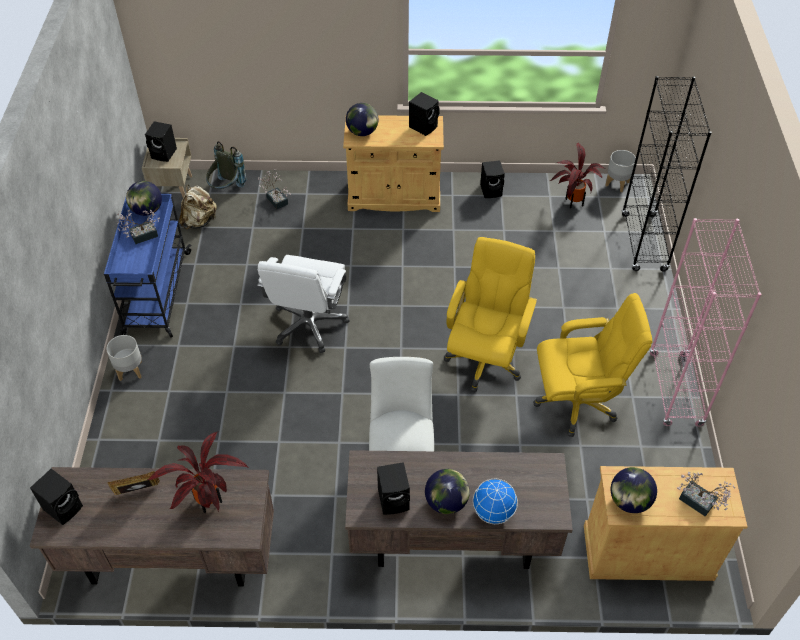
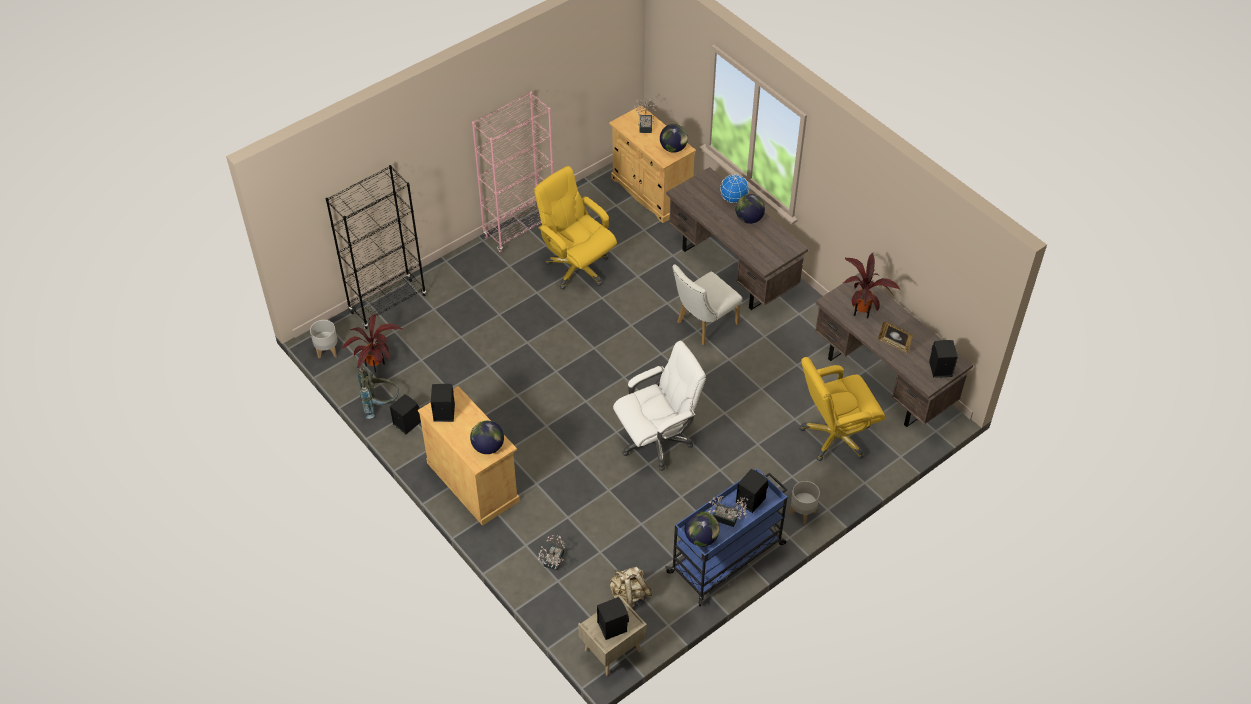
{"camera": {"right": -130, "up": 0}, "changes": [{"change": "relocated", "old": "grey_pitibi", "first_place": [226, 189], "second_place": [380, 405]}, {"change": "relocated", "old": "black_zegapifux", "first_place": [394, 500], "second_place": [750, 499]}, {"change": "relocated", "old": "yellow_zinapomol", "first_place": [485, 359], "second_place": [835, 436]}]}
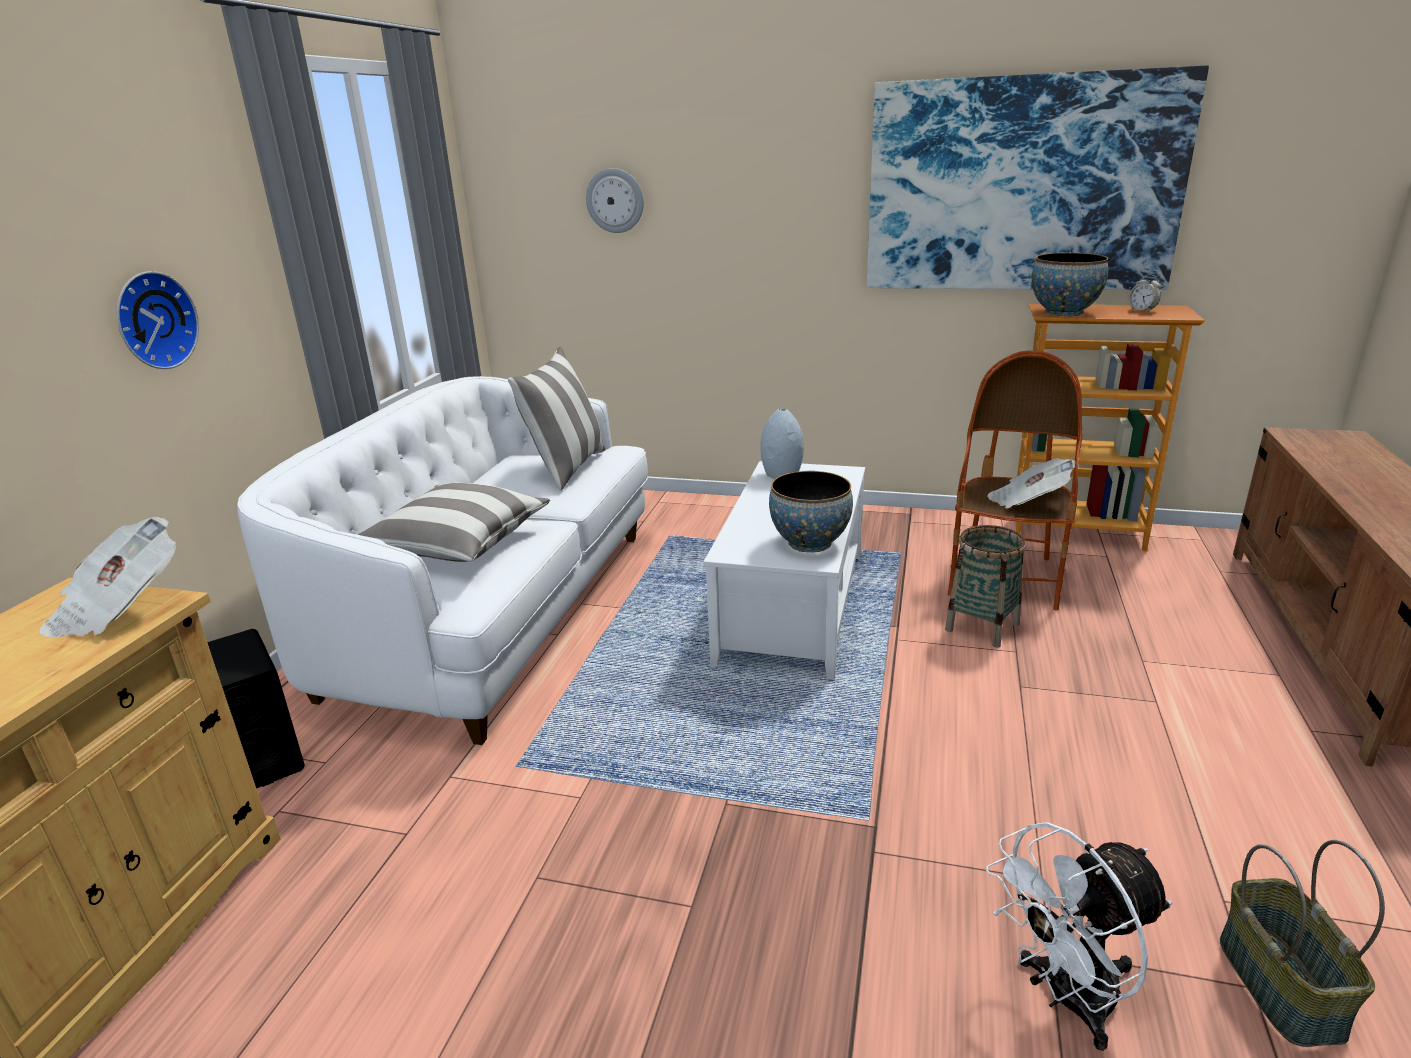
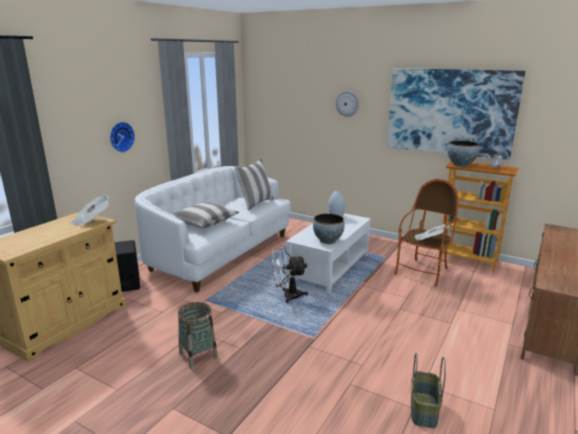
{"camera": {"right": 15, "up": -5}, "changes": [{"change": "relocated", "old": "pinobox", "first_place": [615, 200], "second_place": [347, 103]}, {"change": "relocated", "old": "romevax", "first_place": [982, 627], "second_place": [198, 355]}, {"change": "relocated", "old": "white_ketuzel", "first_place": [1066, 998], "second_place": [287, 296]}]}
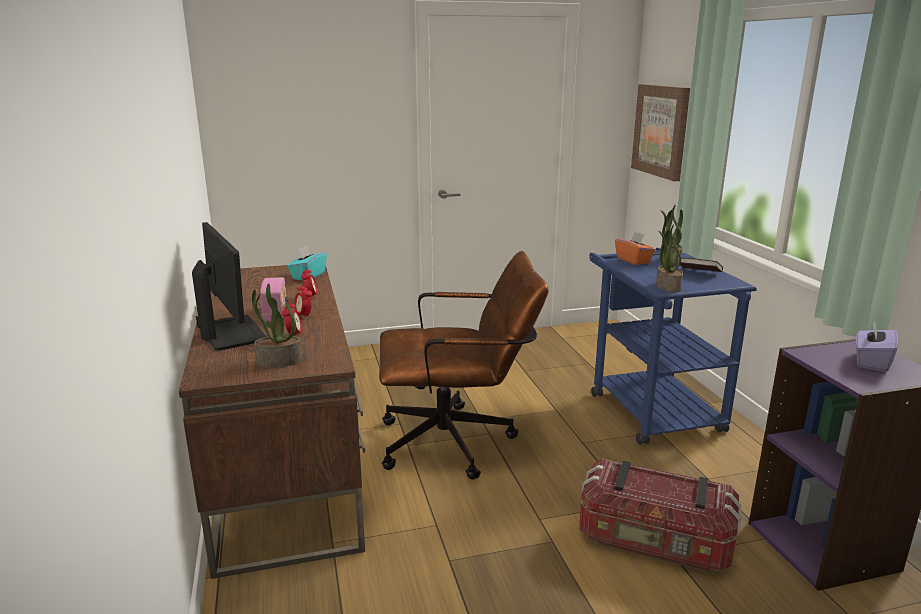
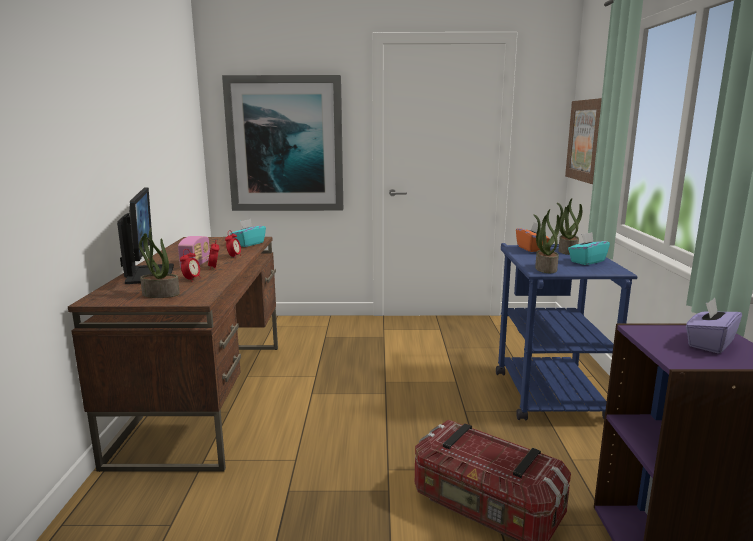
{"camera": {"right": 15, "up": -5}, "changes": [{"change": "missing", "old": "brown_zinapomol", "first_place": [458, 442]}, {"change": "exchanged", "old": "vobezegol", "new": "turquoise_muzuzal", "first_place": [699, 273], "second_place": [587, 261]}, {"change": "appeared", "new": "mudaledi", "second_place": [286, 144]}]}
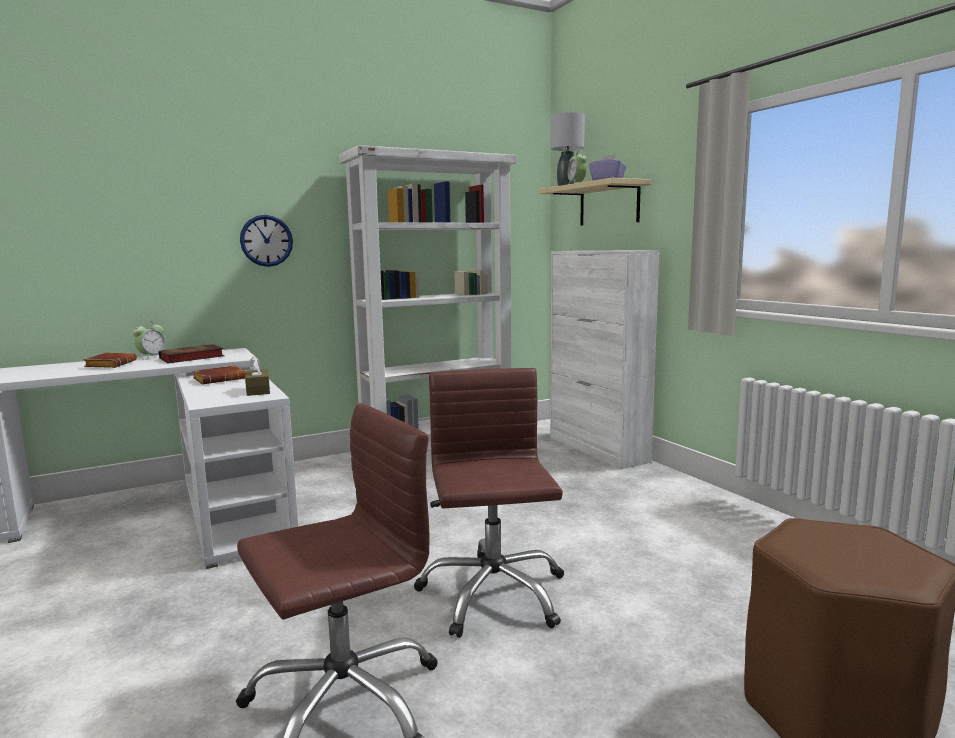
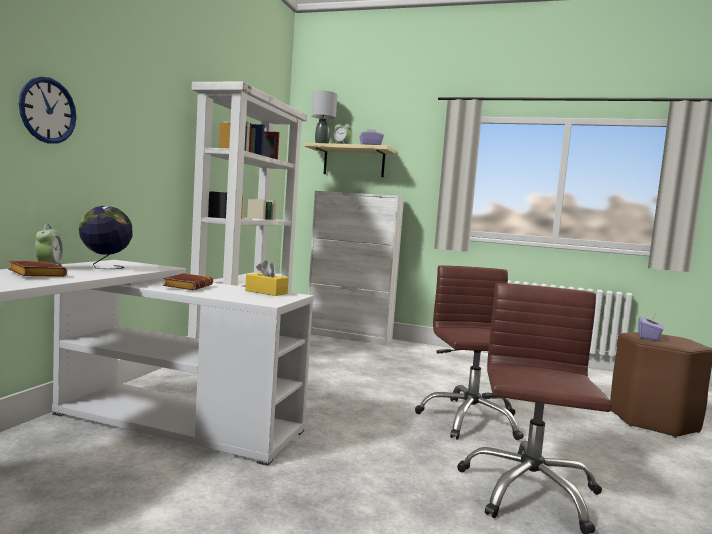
{"camera": {"right": -45, "up": -5}, "changes": [{"change": "exchanged", "old": "vobezegol", "new": "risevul", "first_place": [190, 358], "second_place": [105, 268]}, {"change": "relocated", "old": "pinobox", "first_place": [266, 240], "second_place": [48, 110]}, {"change": "colour", "old": "brown_muzuzal", "new": "yellow_muzuzal", "first_place": [258, 390], "second_place": [266, 292]}, {"change": "spun", "old": "brown_zinapomol", "first_place": [492, 594], "second_place": [469, 420], "degrees": 45}, {"change": "appeared", "new": "purple_muzuzal", "second_place": [648, 338]}]}
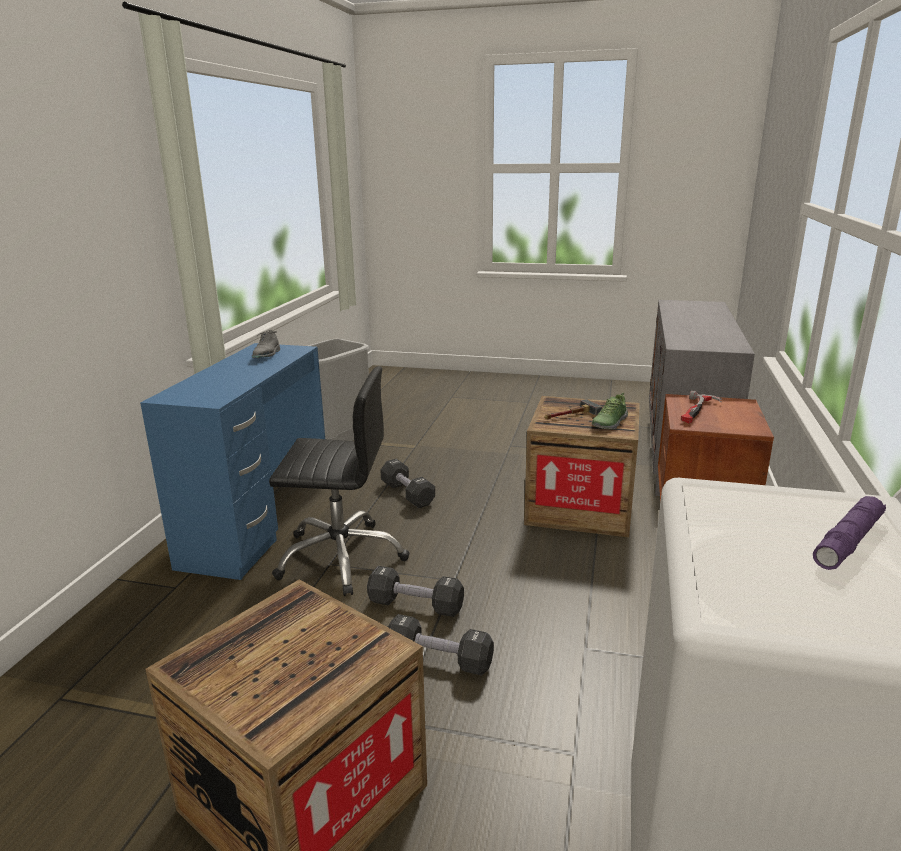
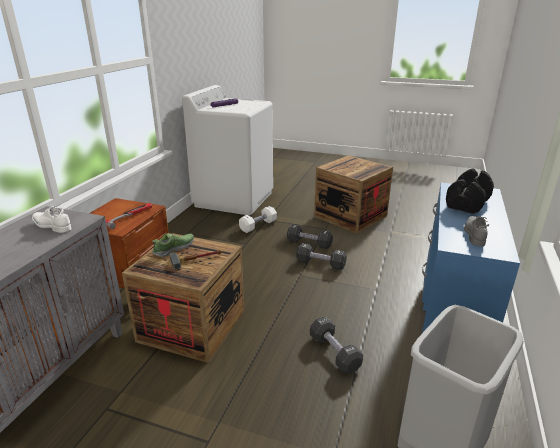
{"camera": {"right": -175, "up": 5}, "changes": [{"change": "missing", "old": "black_zinapomol", "first_place": [341, 557]}, {"change": "appeared", "new": "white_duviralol", "second_place": [51, 226]}, {"change": "appeared", "new": "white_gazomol", "second_place": [258, 226]}, {"change": "appeared", "new": "black_gazomol", "second_place": [467, 203]}]}
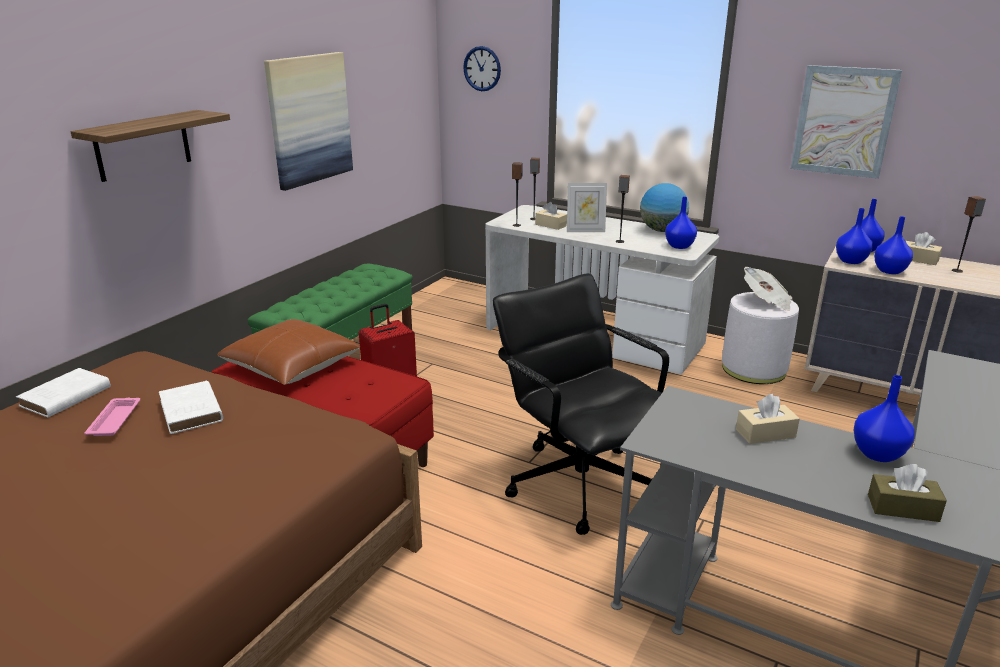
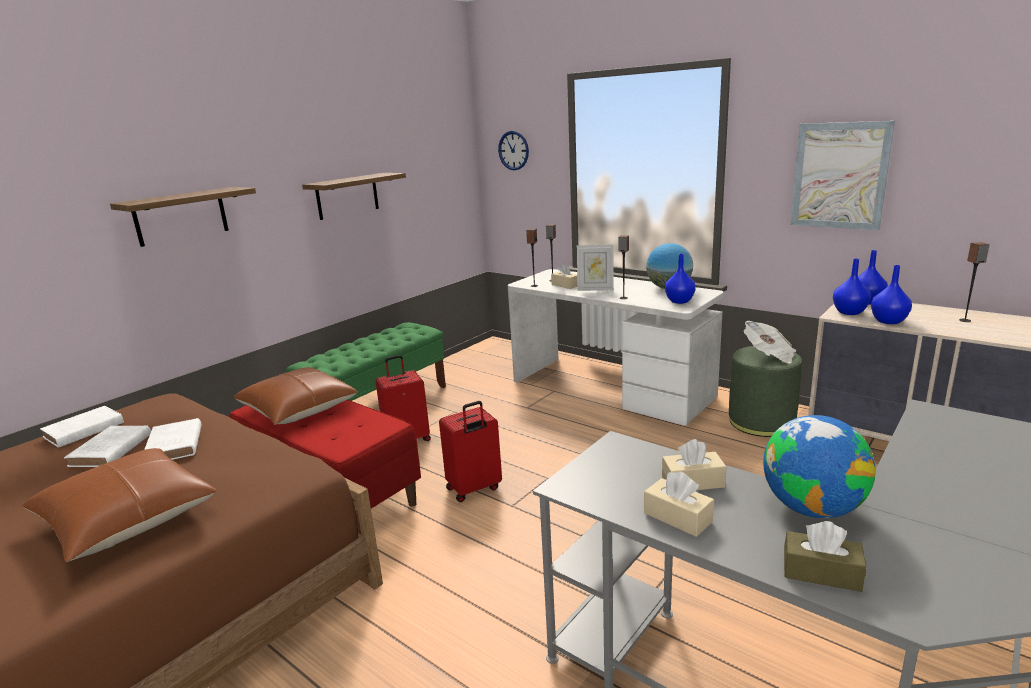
{"camera": {"right": 10, "up": -5}, "changes": [{"change": "exchanged", "old": "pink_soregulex", "new": "white_vobezegol", "first_place": [115, 420], "second_place": [109, 451]}, {"change": "exchanged", "old": "mudaledi", "new": "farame", "first_place": [309, 119], "second_place": [347, 196]}, {"change": "missing", "old": "black_zinapomol", "first_place": [580, 483]}, {"change": "colour", "old": "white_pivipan", "new": "green_pivipan", "first_place": [753, 369], "second_place": [761, 422]}, {"change": "exchanged", "old": "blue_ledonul", "new": "risevul", "first_place": [877, 453], "second_place": [812, 508]}, {"change": "relocated", "old": "beige_muzuzal", "first_place": [919, 259], "second_place": [677, 517]}, {"change": "appeared", "new": "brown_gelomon", "second_place": [127, 519]}, {"change": "appeared", "new": "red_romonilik", "second_place": [474, 489]}]}
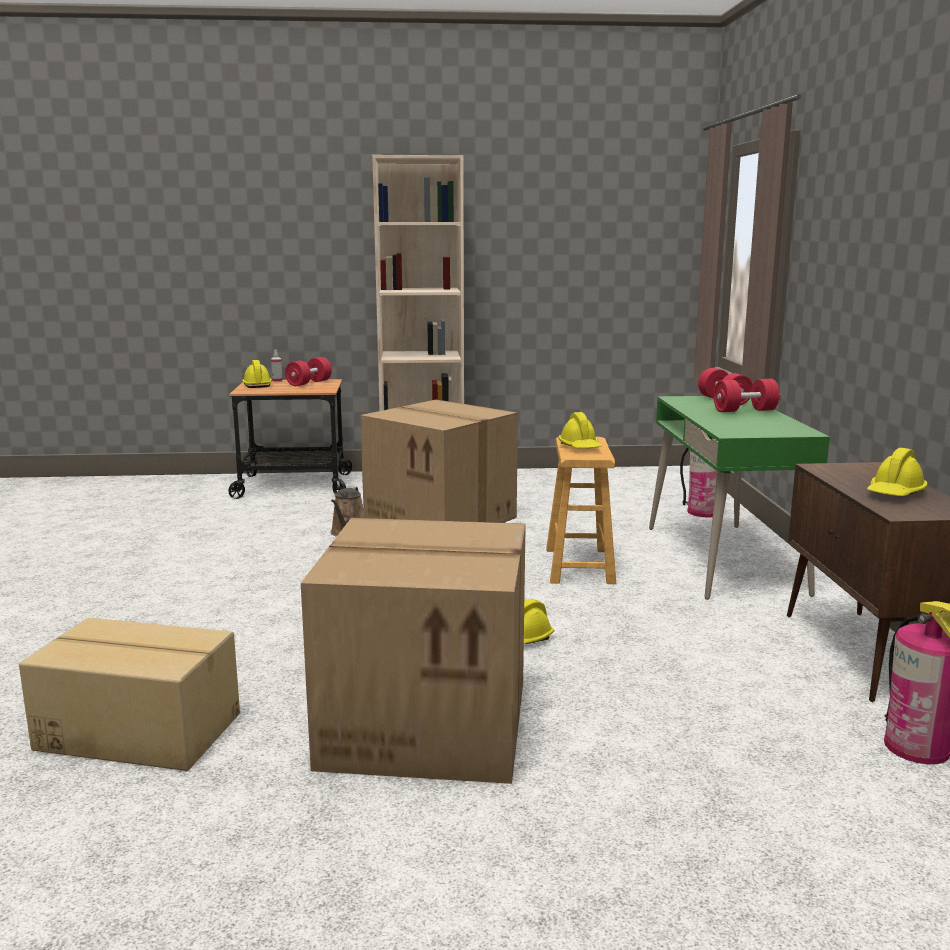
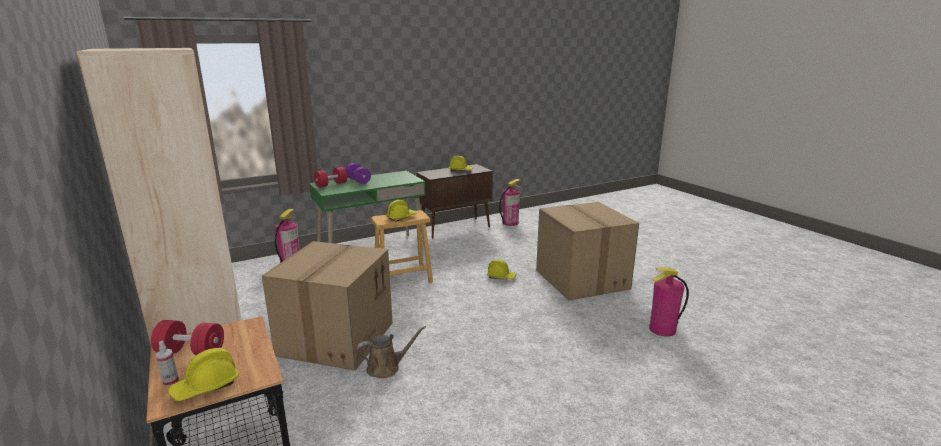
{"camera": {"right": -115, "up": 5}, "changes": [{"change": "exchanged", "old": "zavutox", "new": "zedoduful", "first_place": [140, 730], "second_place": [662, 329]}, {"change": "colour", "old": "red_gazomol", "new": "purple_gazomol", "first_place": [744, 411], "second_place": [358, 181]}]}
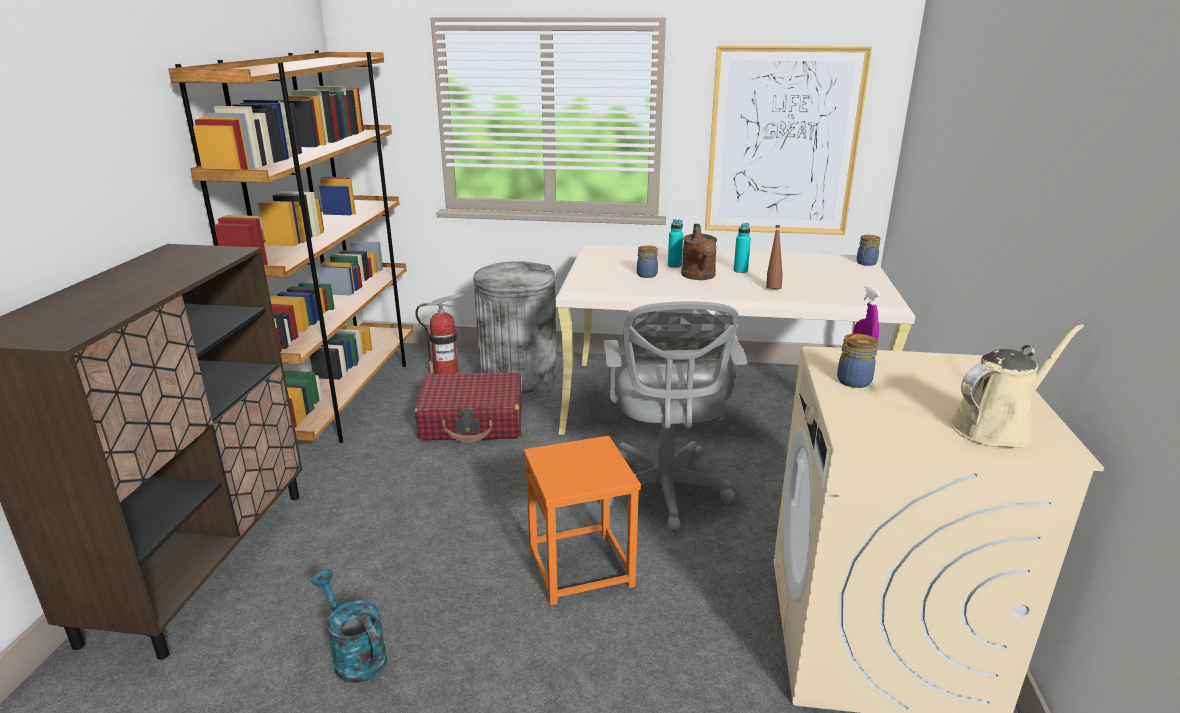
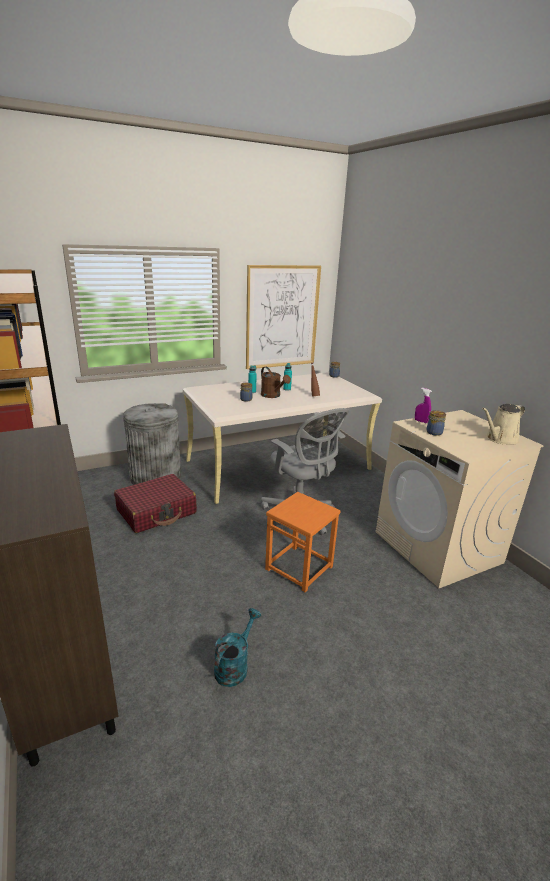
{"camera": {"right": -35, "up": 0}, "changes": [{"change": "spun", "old": "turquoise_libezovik", "first_place": [354, 655], "second_place": [234, 665], "degrees": 105}, {"change": "missing", "old": "zedoduful", "first_place": [446, 372]}, {"change": "spun", "old": "beige_libezovik", "first_place": [996, 427], "second_place": [499, 439], "degrees": -150}]}
